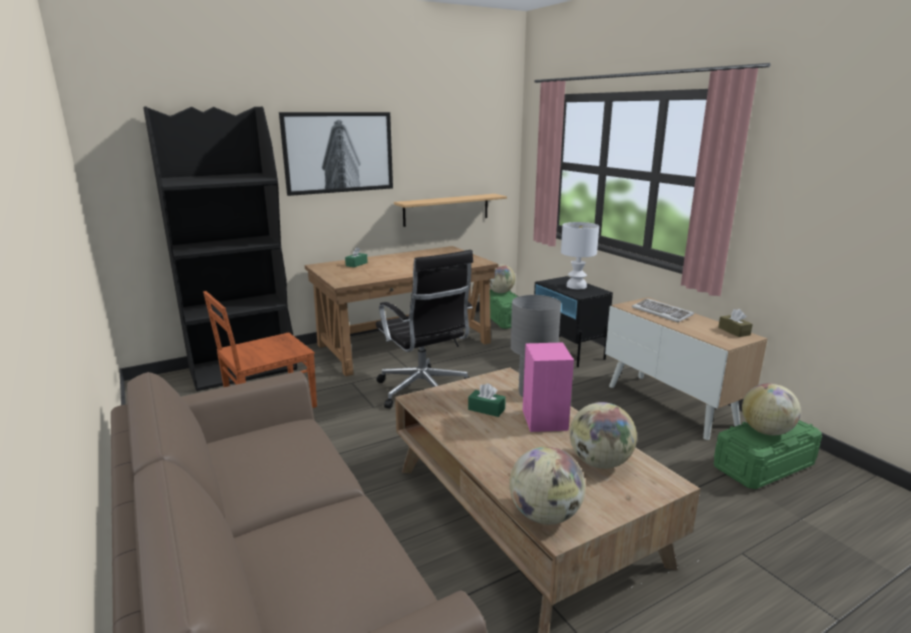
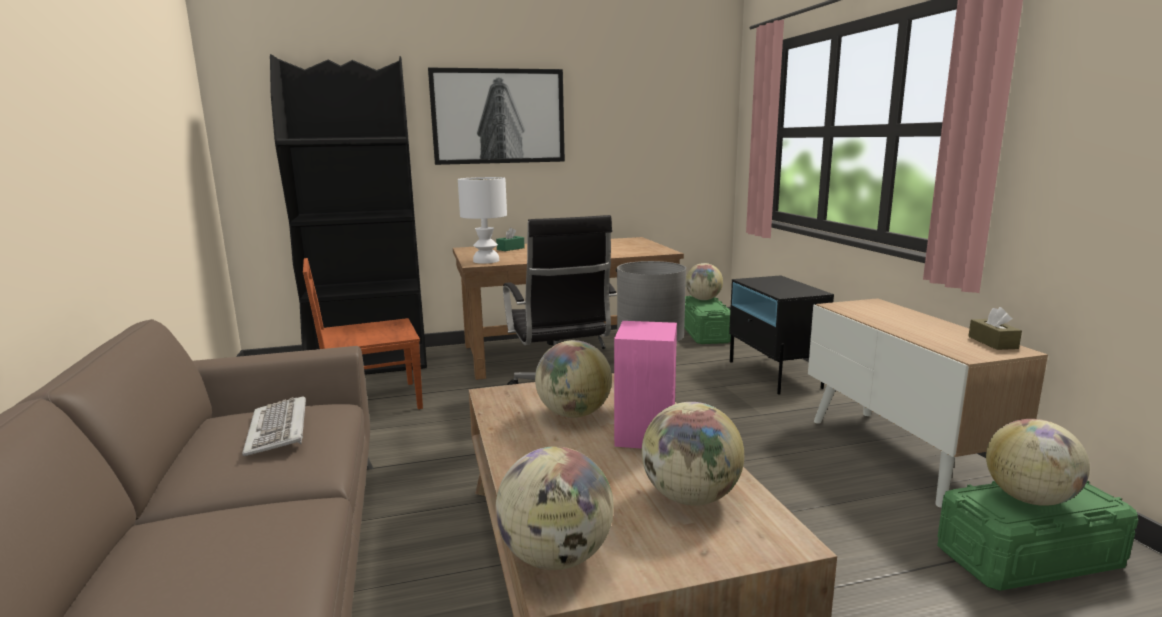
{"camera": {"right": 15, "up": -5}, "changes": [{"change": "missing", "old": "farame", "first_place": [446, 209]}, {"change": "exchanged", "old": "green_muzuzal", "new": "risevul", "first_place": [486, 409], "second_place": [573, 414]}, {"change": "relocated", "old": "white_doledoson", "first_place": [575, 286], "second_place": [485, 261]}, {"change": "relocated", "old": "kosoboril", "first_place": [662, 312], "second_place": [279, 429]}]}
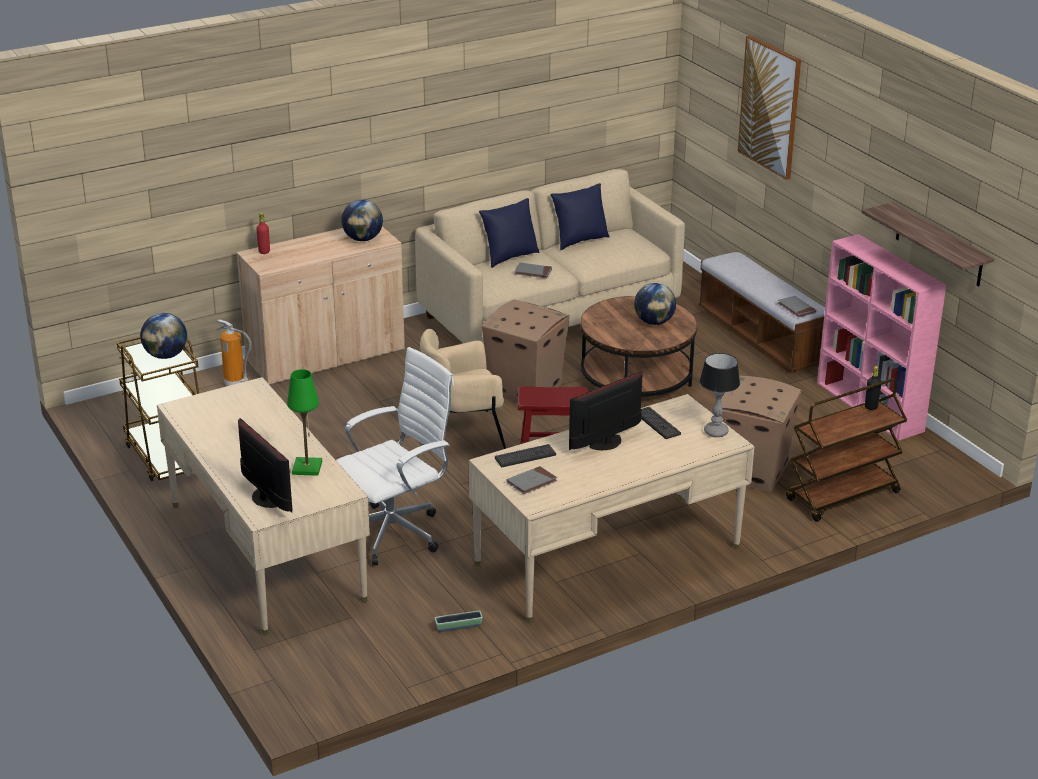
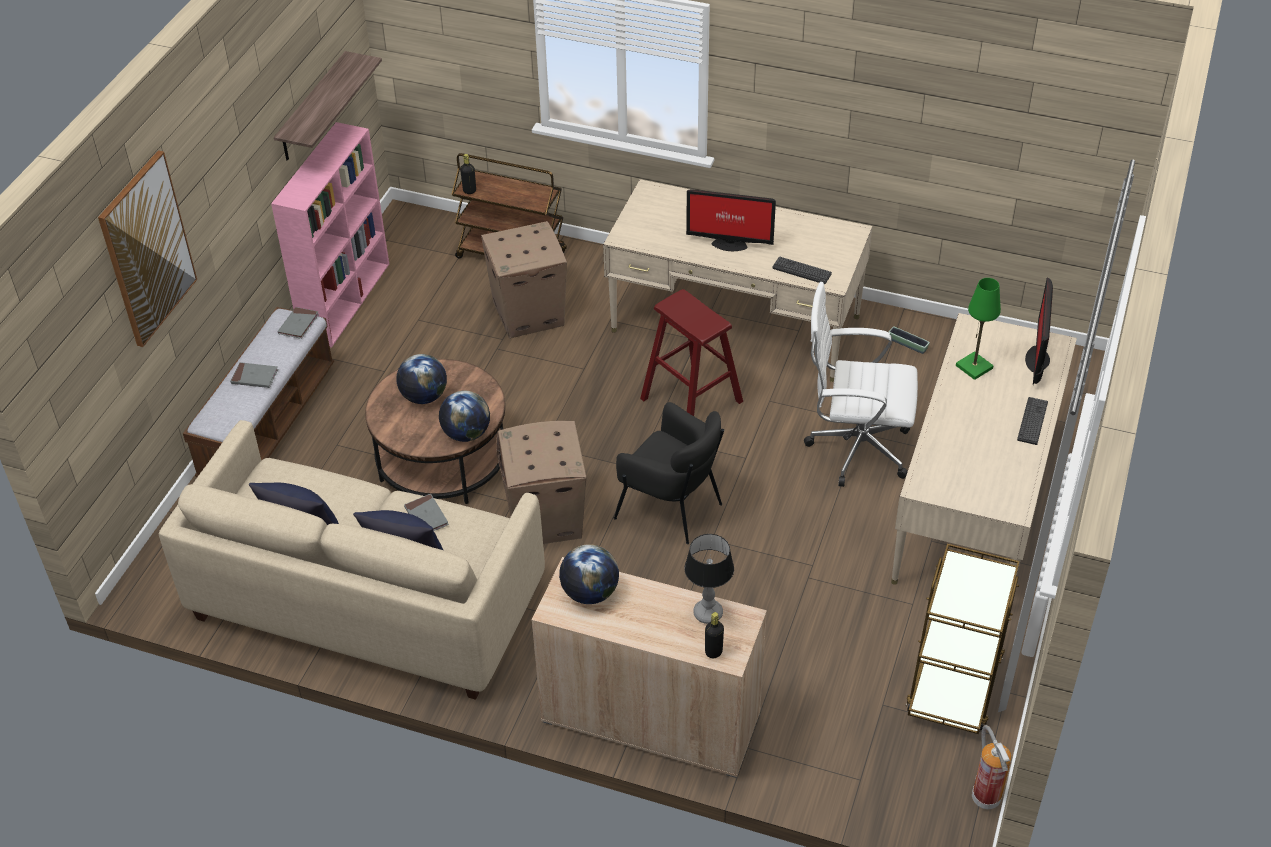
{"camera": {"right": -130, "up": 15}, "changes": [{"change": "relocated", "old": "risevul", "first_place": [166, 355], "second_place": [466, 433]}, {"change": "relocated", "old": "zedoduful", "first_place": [236, 384], "second_place": [985, 796]}, {"change": "colour", "old": "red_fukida", "new": "black_fukida", "first_place": [264, 251], "second_place": [713, 652]}, {"change": "colour", "old": "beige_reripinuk", "new": "black_reripinuk", "first_place": [463, 434], "second_place": [671, 507]}, {"change": "relocated", "old": "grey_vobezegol", "first_place": [531, 482], "second_place": [255, 377]}, {"change": "relocated", "old": "kosoboril", "first_place": [657, 423], "second_place": [1032, 421]}, {"change": "relocated", "old": "doledoson", "first_place": [715, 431], "second_place": [707, 614]}]}
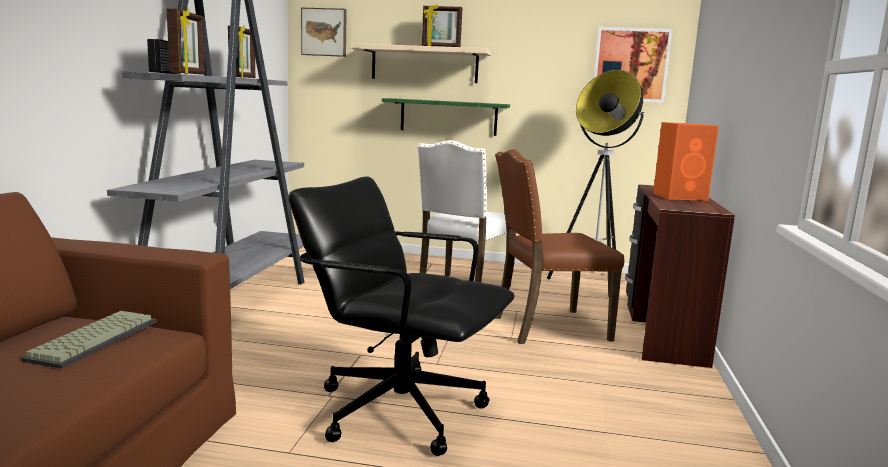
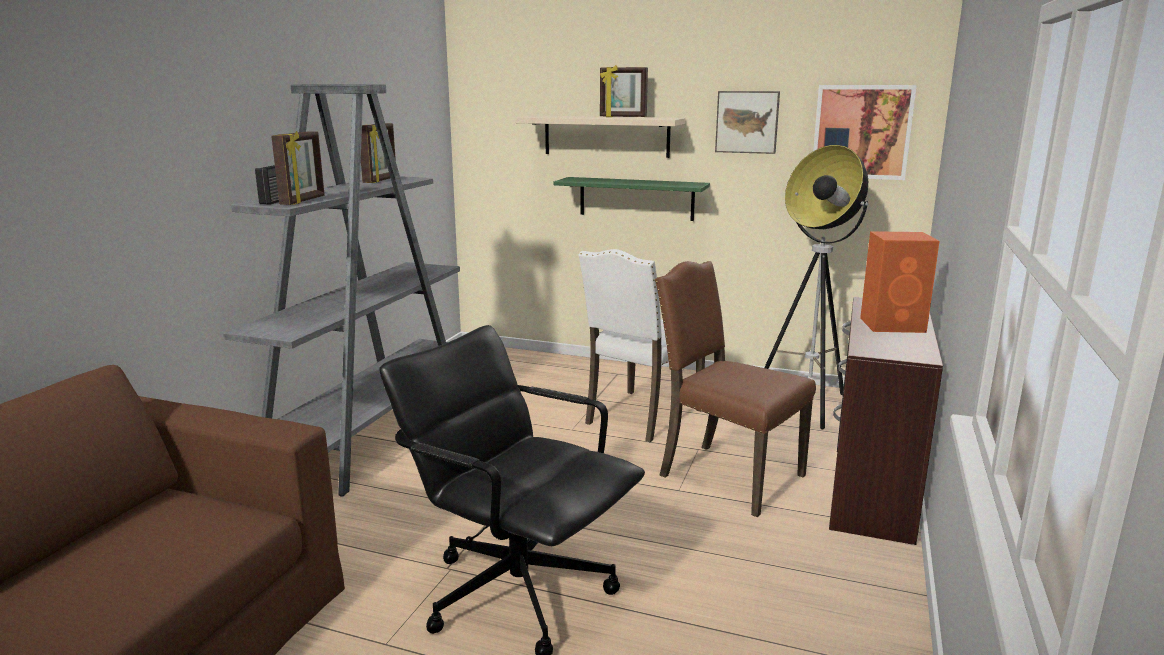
{"camera": {"right": 10, "up": 5}, "changes": [{"change": "missing", "old": "kosoboril", "first_place": [94, 339]}, {"change": "relocated", "old": "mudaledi", "first_place": [324, 32], "second_place": [747, 122]}, {"change": "spun", "old": "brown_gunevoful", "first_place": [547, 327], "second_place": [727, 475], "degrees": 45}]}
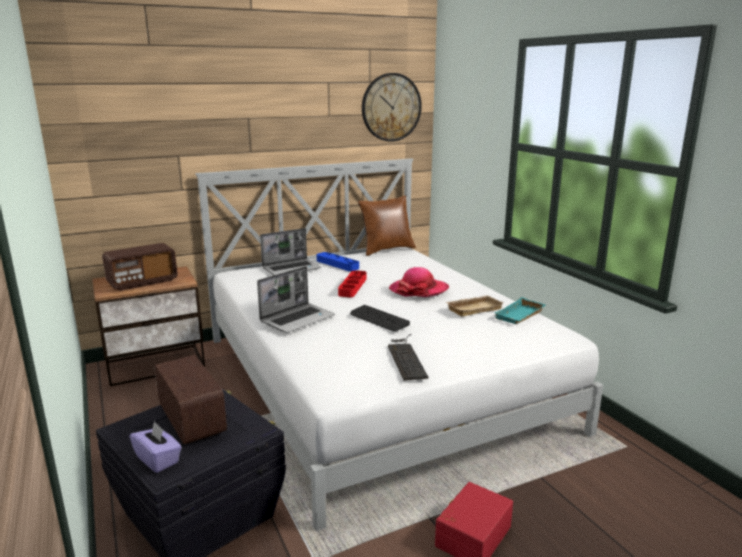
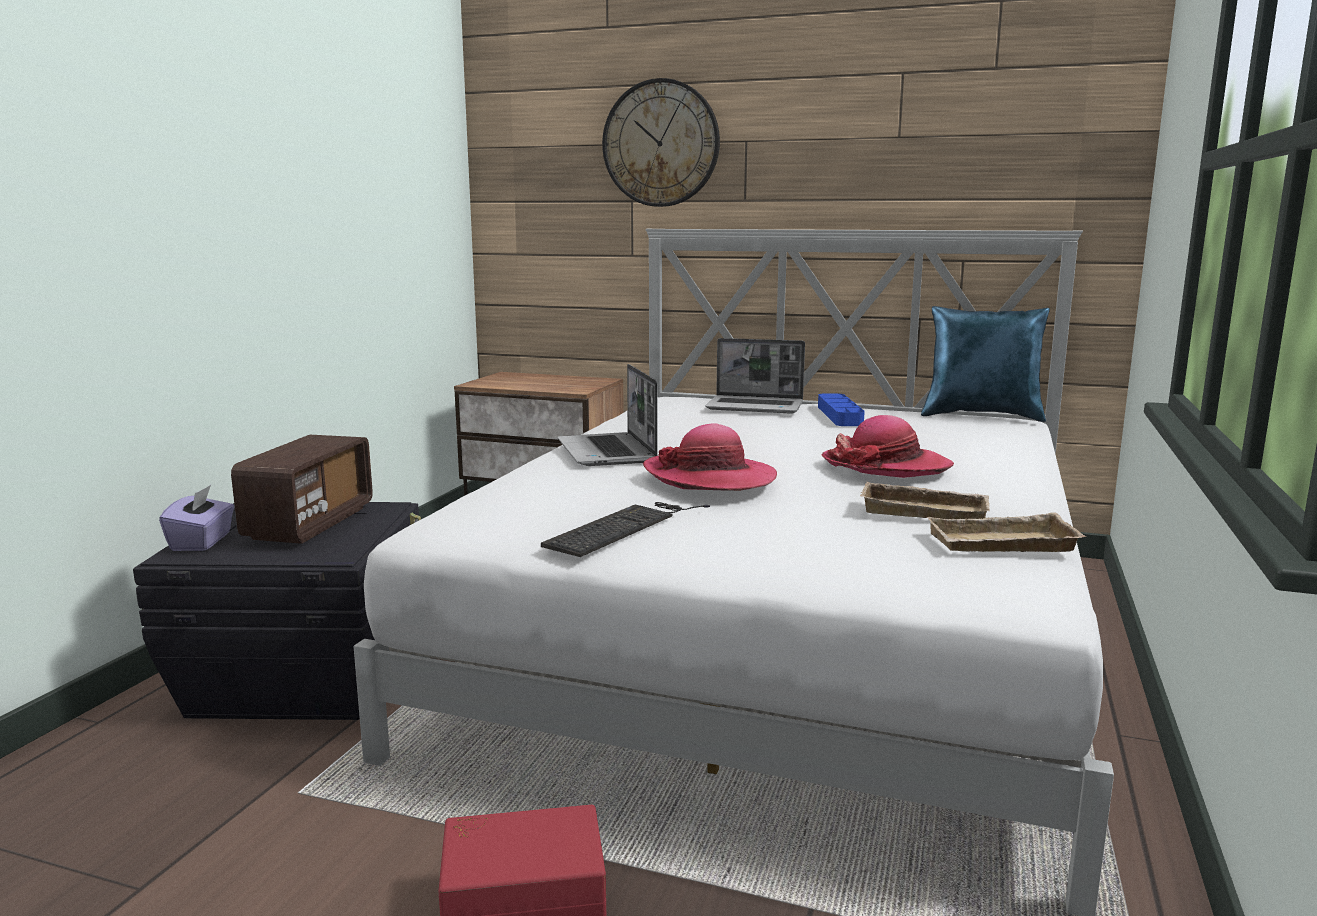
{"camera": {"right": 45, "up": -5}, "changes": [{"change": "missing", "old": "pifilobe", "first_place": [142, 282]}, {"change": "spun", "old": "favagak", "first_place": [298, 319], "second_place": [608, 452], "degrees": 75}, {"change": "missing", "old": "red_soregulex", "first_place": [352, 286]}, {"change": "exchanged", "old": "kosoboril", "new": "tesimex", "first_place": [378, 319], "second_place": [710, 477]}, {"change": "colour", "old": "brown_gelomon", "new": "blue_gelomon", "first_place": [387, 249], "second_place": [982, 416]}, {"change": "relocated", "old": "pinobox", "first_place": [391, 107], "second_place": [661, 143]}, {"change": "colour", "old": "turquoise_soregulex", "new": "beige_soregulex", "first_place": [520, 316], "second_place": [1001, 545]}]}
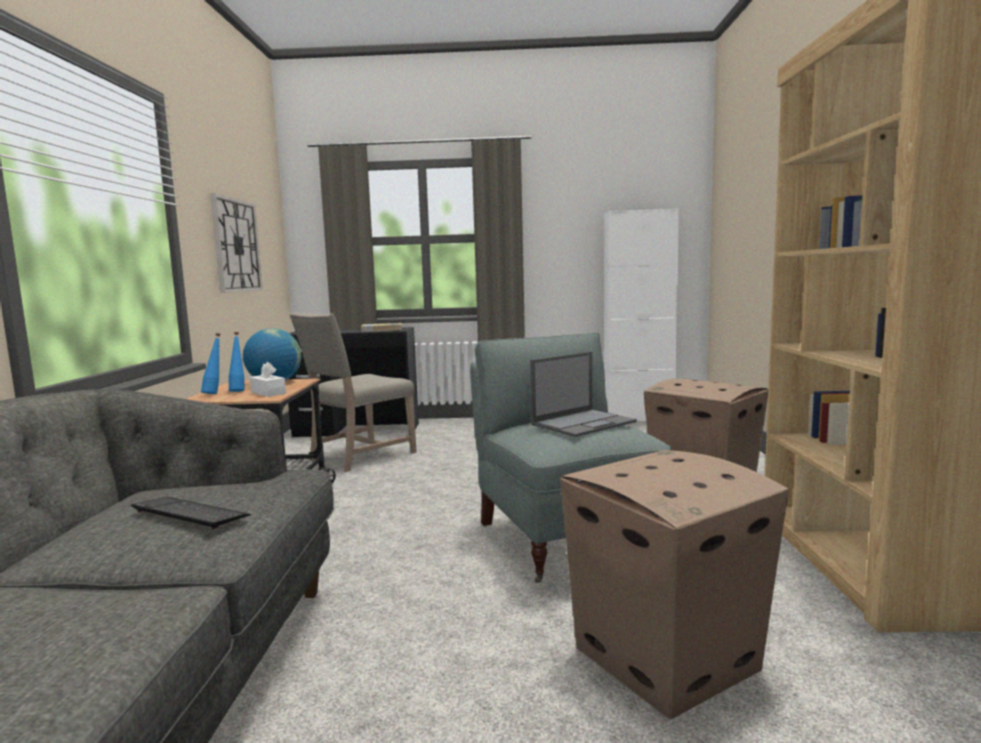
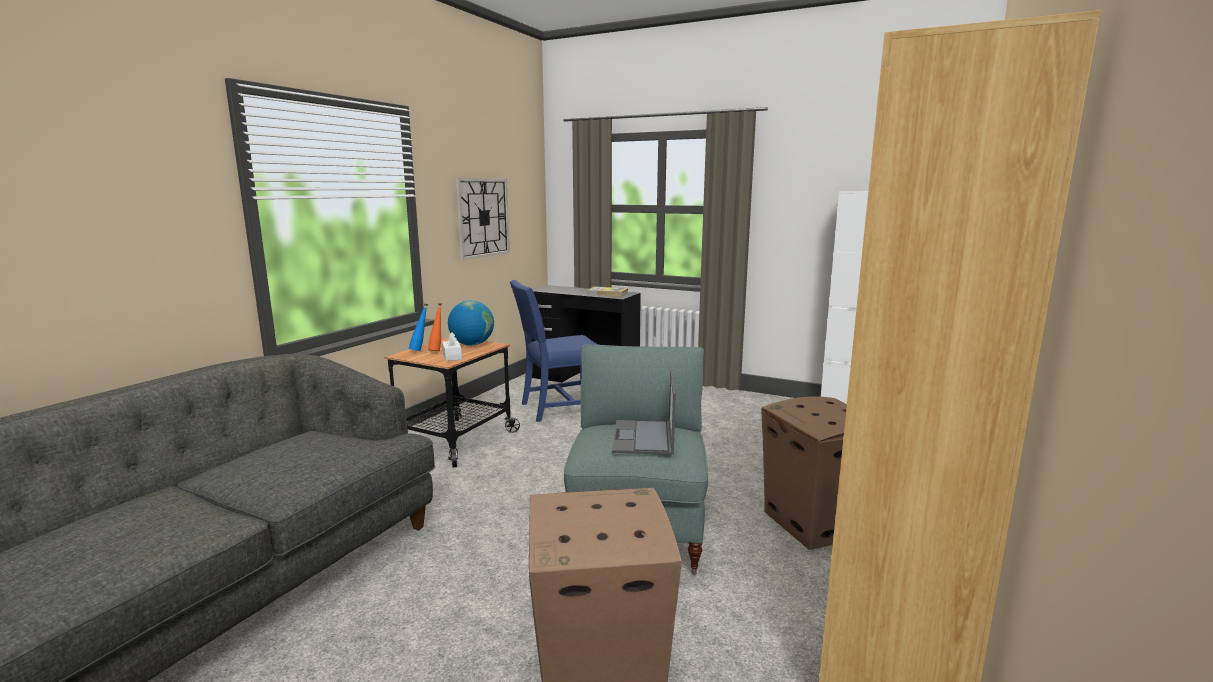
{"camera": {"right": 25, "up": 5}, "changes": [{"change": "missing", "old": "kosoboril", "first_place": [189, 514]}, {"change": "colour", "old": "blue_fukida", "new": "orange_fukida", "first_place": [238, 391], "second_place": [437, 350]}, {"change": "colour", "old": "beige_gunevoful", "new": "blue_gunevoful", "first_place": [359, 456], "second_place": [560, 408]}, {"change": "spun", "old": "favagak", "first_place": [584, 423], "second_place": [643, 438], "degrees": 105}]}
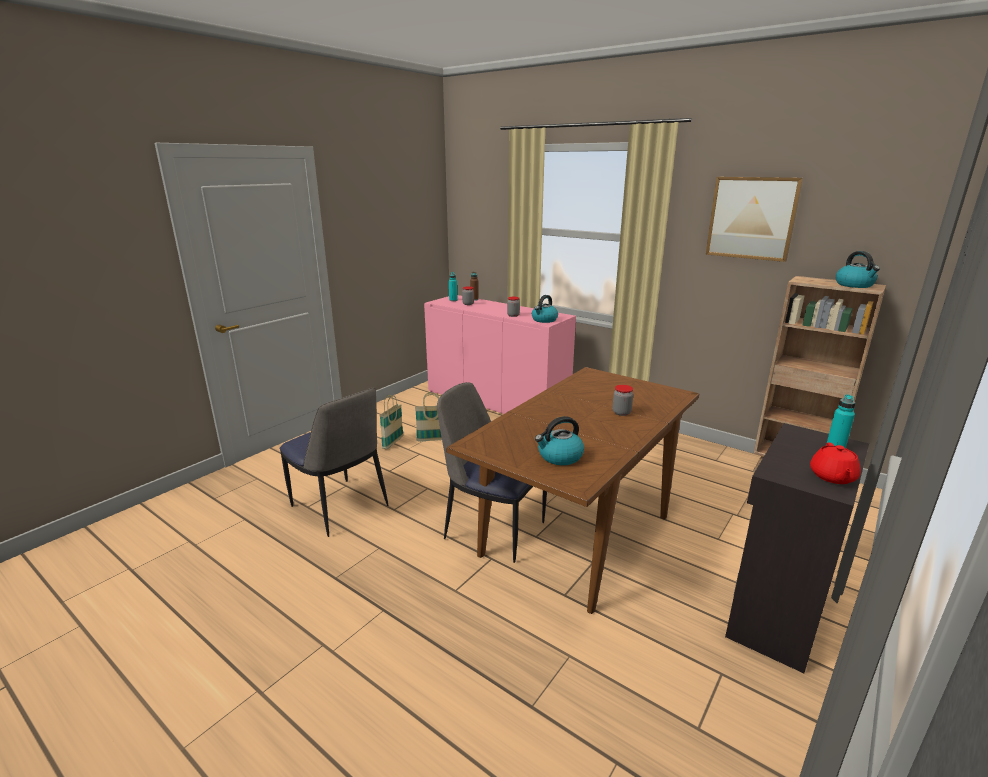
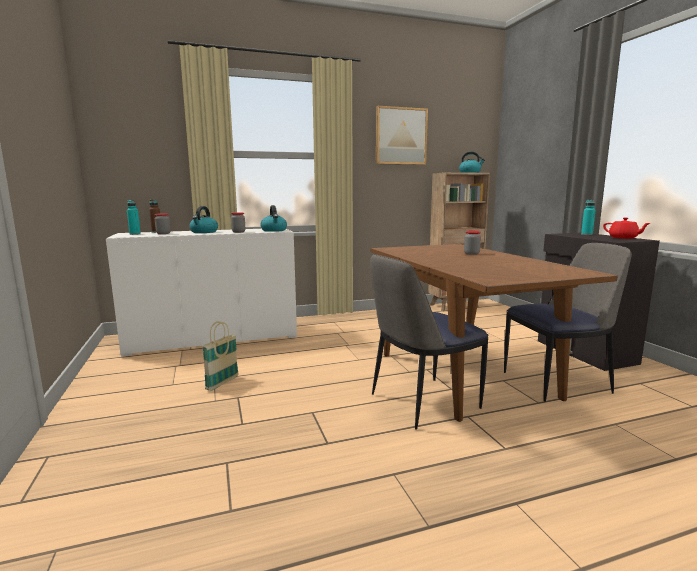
{"camera": {"right": -55, "up": -10}, "changes": [{"change": "relocated", "old": "gunevoful", "first_place": [340, 508], "second_place": [558, 382]}, {"change": "missing", "old": "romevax", "first_place": [393, 442]}, {"change": "colour", "old": "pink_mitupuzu", "new": "white_mitupuzu", "first_place": [496, 402], "second_place": [213, 338]}, {"change": "relocated", "old": "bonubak", "first_place": [559, 457], "second_place": [204, 232]}]}
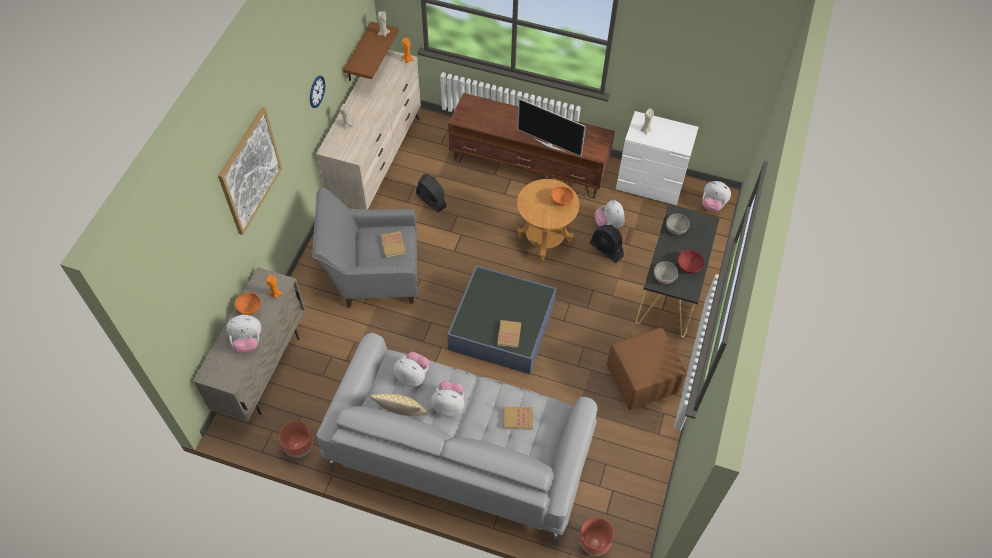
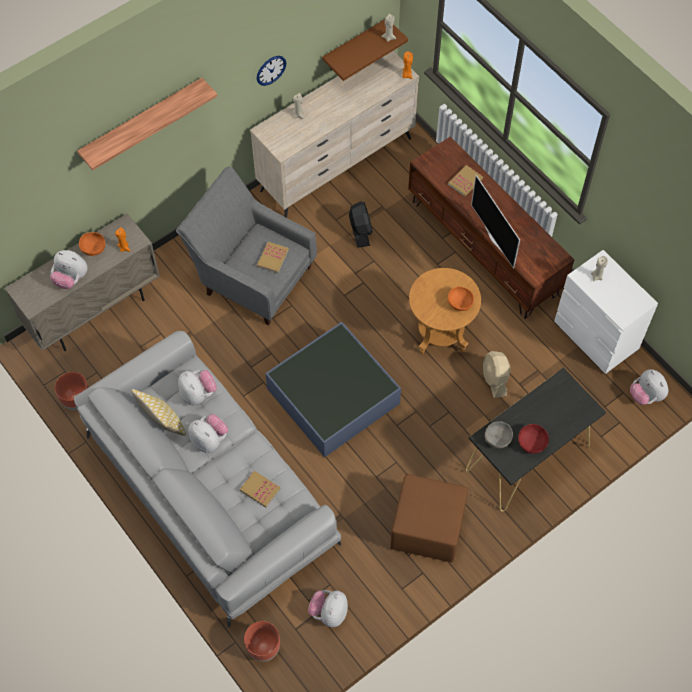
{"camera": {"right": 35, "up": 5}, "changes": [{"change": "exchanged", "old": "mudaledi", "new": "farame", "first_place": [250, 171], "second_place": [142, 122]}, {"change": "relocated", "old": "vobezegol", "first_place": [509, 334], "second_place": [465, 181]}, {"change": "colour", "old": "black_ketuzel", "new": "beige_ketuzel", "first_place": [606, 250], "second_place": [494, 379]}, {"change": "relocated", "old": "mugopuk", "first_place": [608, 224], "second_place": [329, 612]}, {"change": "missing", "old": "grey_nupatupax", "first_place": [676, 228]}]}
